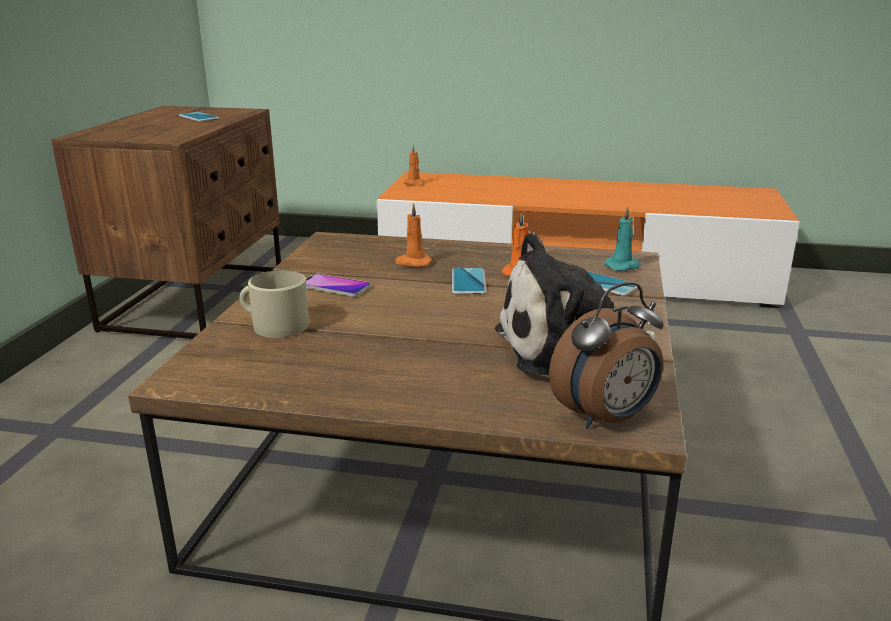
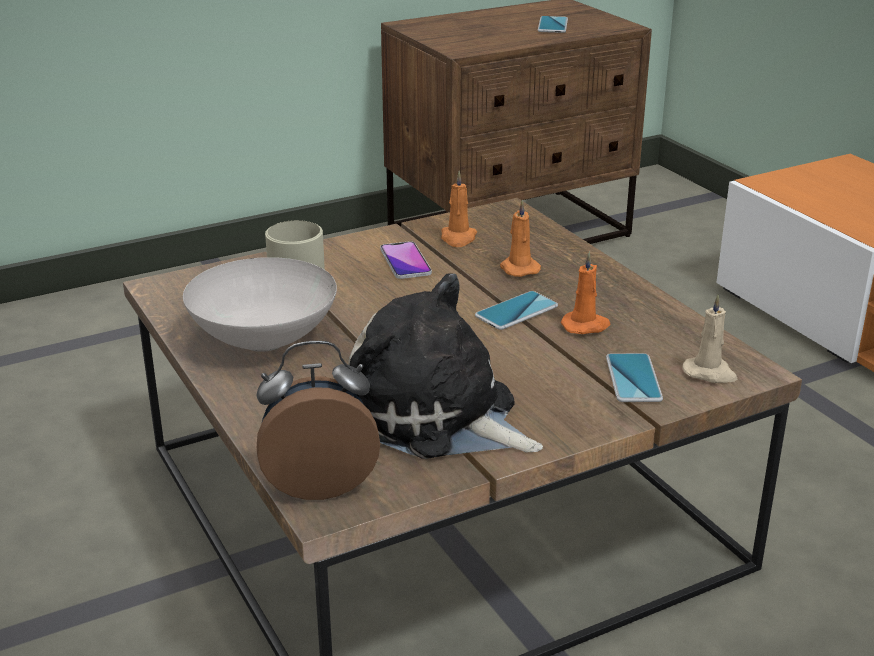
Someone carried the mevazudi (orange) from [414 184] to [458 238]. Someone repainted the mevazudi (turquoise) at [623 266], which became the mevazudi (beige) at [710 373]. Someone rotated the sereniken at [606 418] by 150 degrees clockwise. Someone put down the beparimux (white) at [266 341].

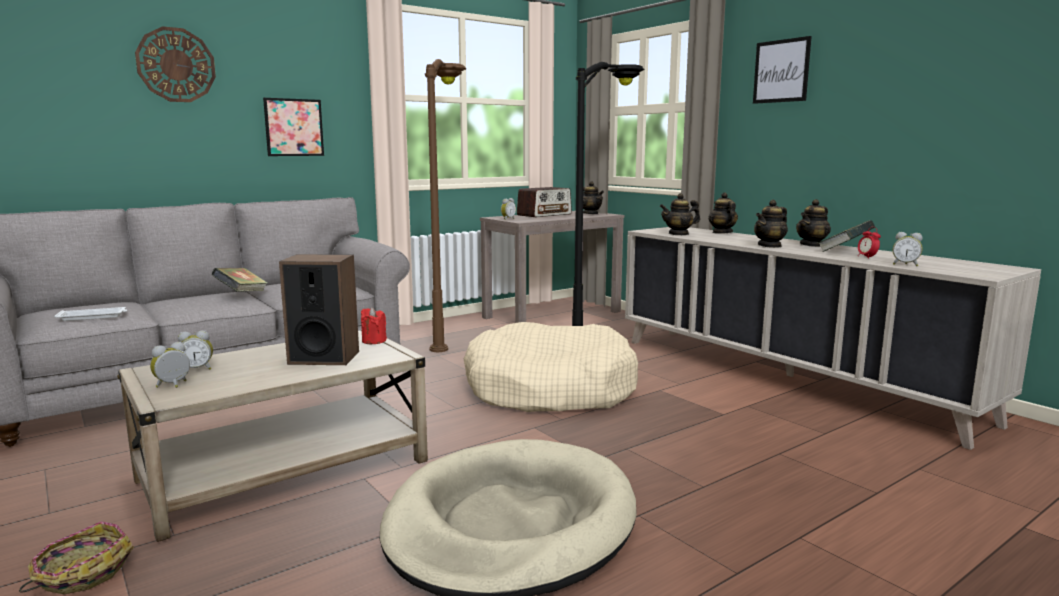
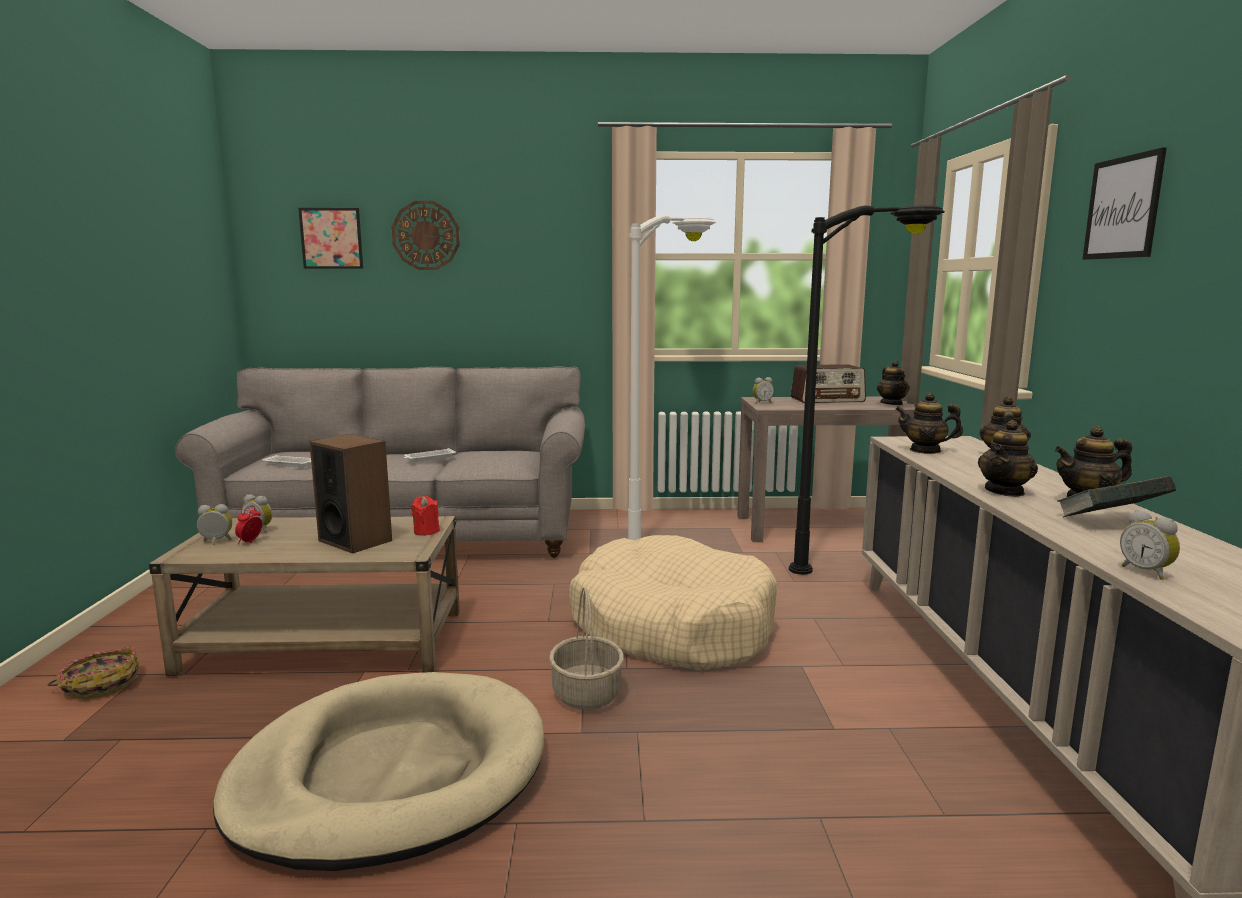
Someone repainted the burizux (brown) at [450 334], which became the burizux (white) at [673 530]. Someone carried the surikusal from [294 127] to [331 238]. Someone rotated the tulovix at [770 246] by 45 degrees counterclockwise. Someone carried the sereniken from [867 257] to [250 542]. Someone swapped the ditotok at [241 294] for the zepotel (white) at [429 458]. Someone put down the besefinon at [586 693].

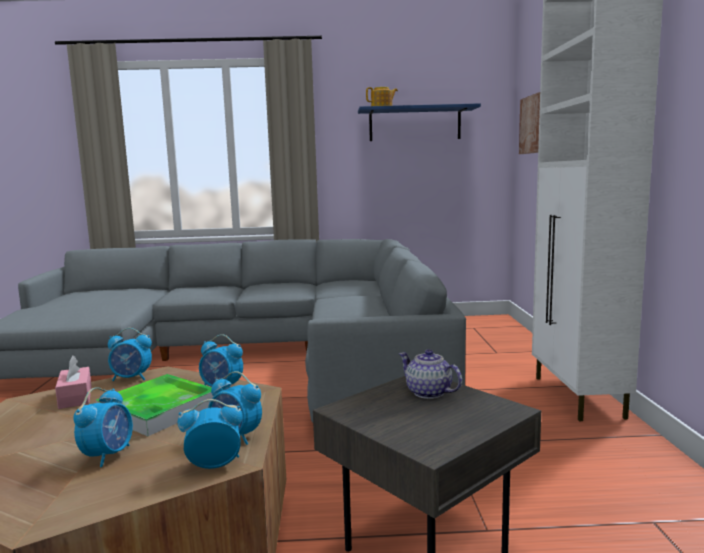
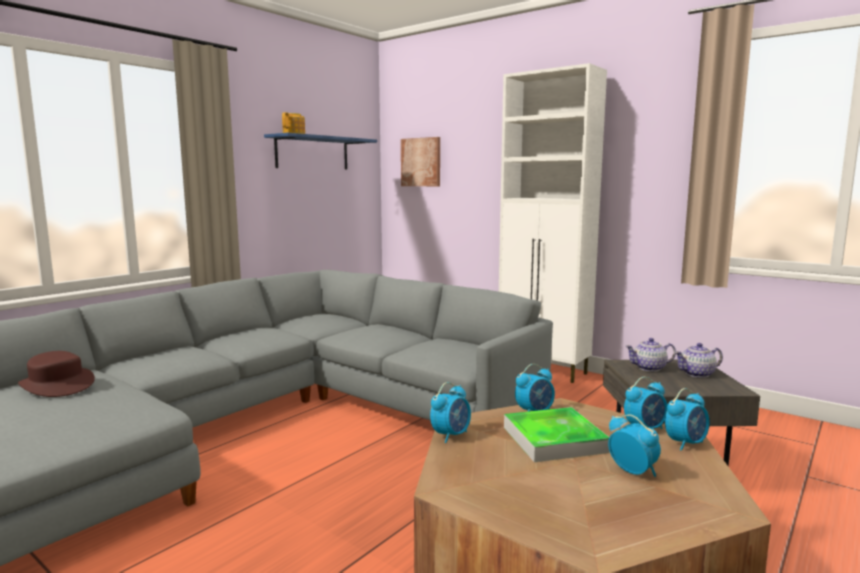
Someone took away the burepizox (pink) at [75 397]. Someone rotated the sereniken at [214 464] by 150 degrees counterclockwise. Someone put down the tulovix at [697 374]. Someone put down the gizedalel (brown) at [57 385].

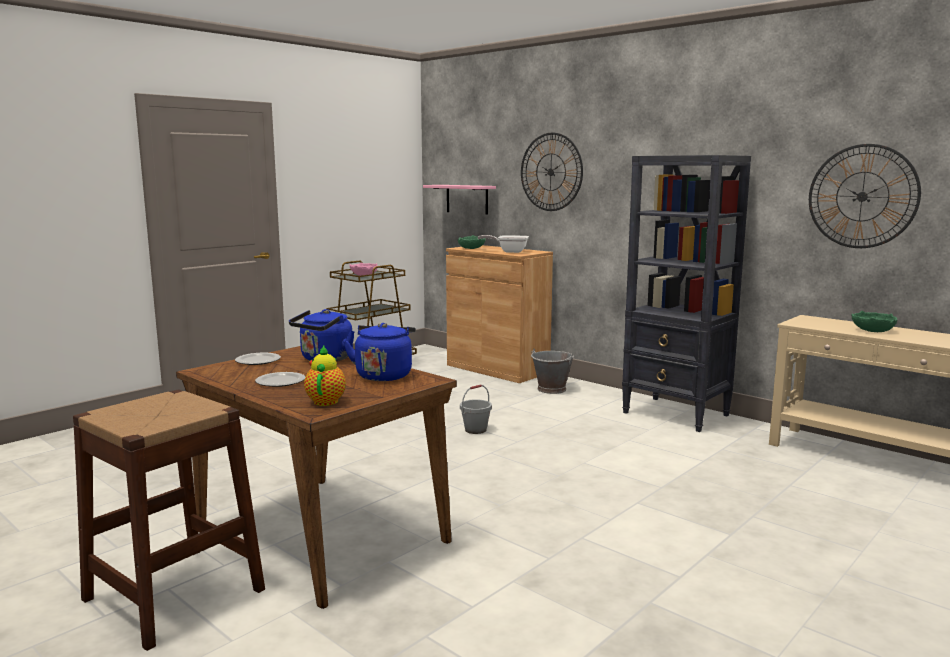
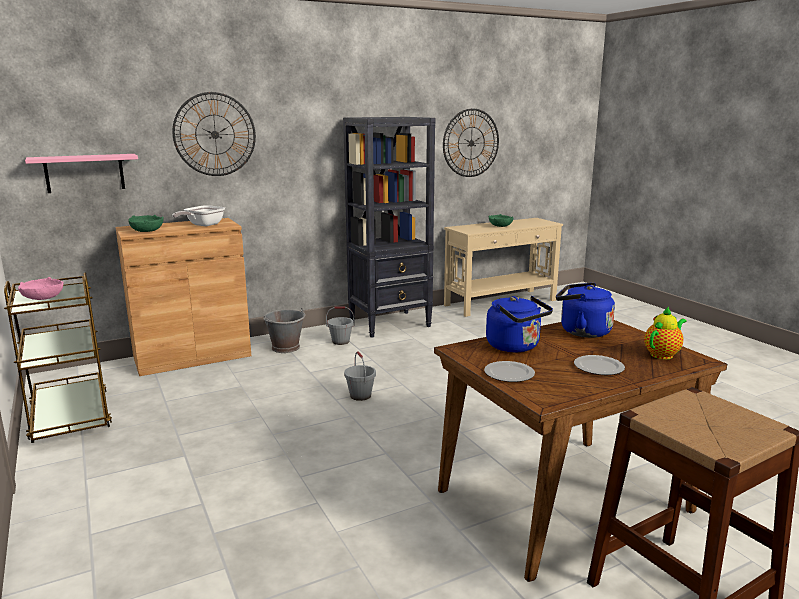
Someone rotated the tulovix at [326 401] by 120 degrees clockwise. Someone put down the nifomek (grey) at [341 341].

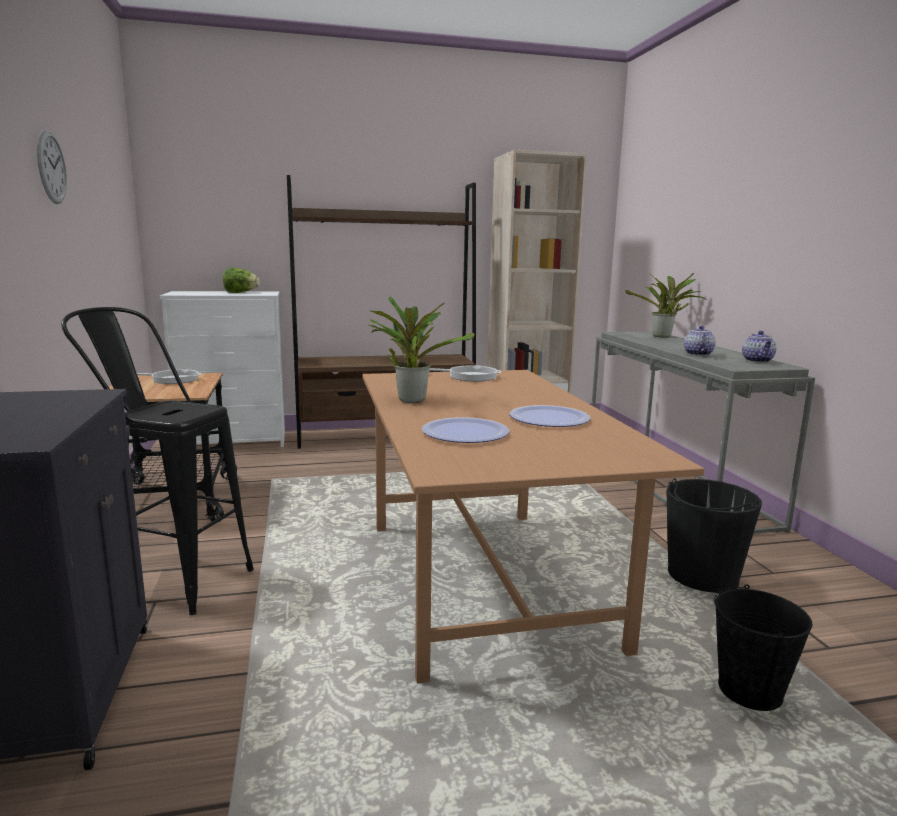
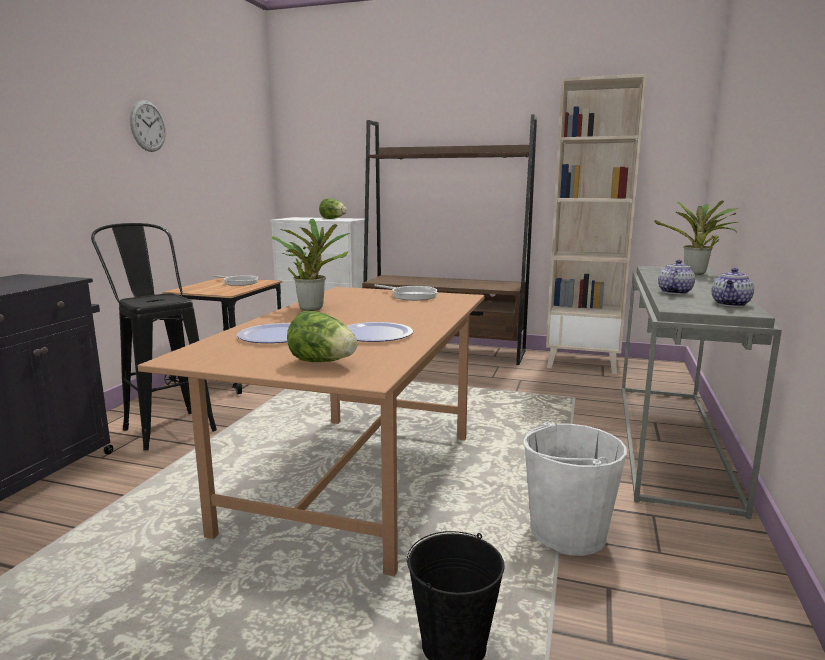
Someone repainted the nifomek (black) at [702 577], which became the nifomek (white) at [567 532]. Someone put down the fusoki at [323 362].

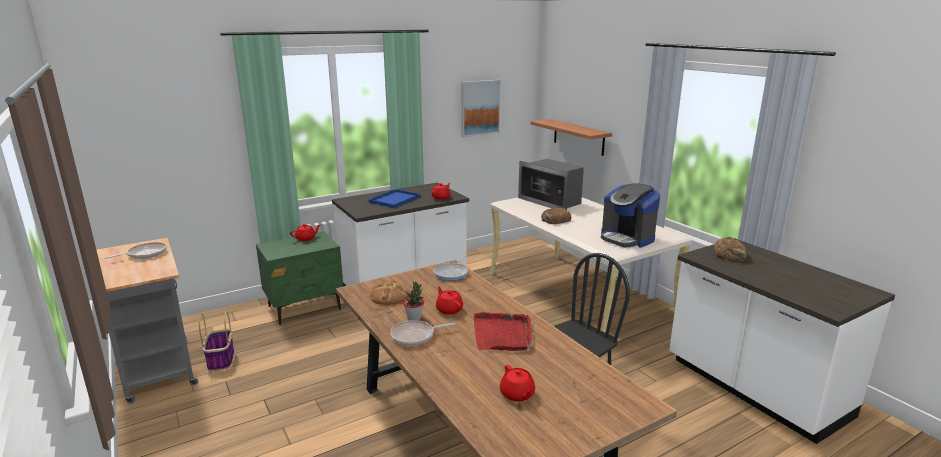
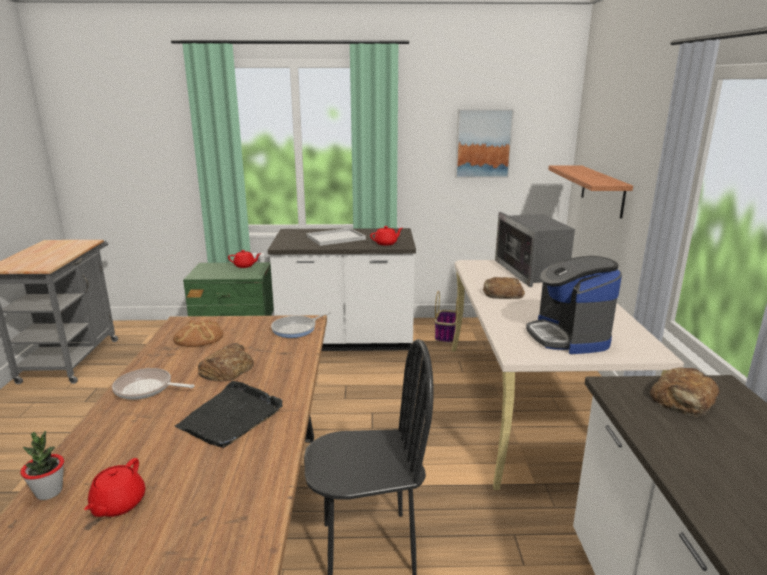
Someone repainted the zepotel (blue) at [395 199], which became the zepotel (white) at [336 237]. Someone took away the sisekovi at [145 254]. Someone carried the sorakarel from [414 318] to [49 492]. Someone swapped the tulovix (red) at [449 309] for the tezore at [227 369]. Someone carried the besefinon from [221 359] to [446 335]. Someone repainted the zepotel (red) at [502 334], which became the zepotel (black) at [231 417].

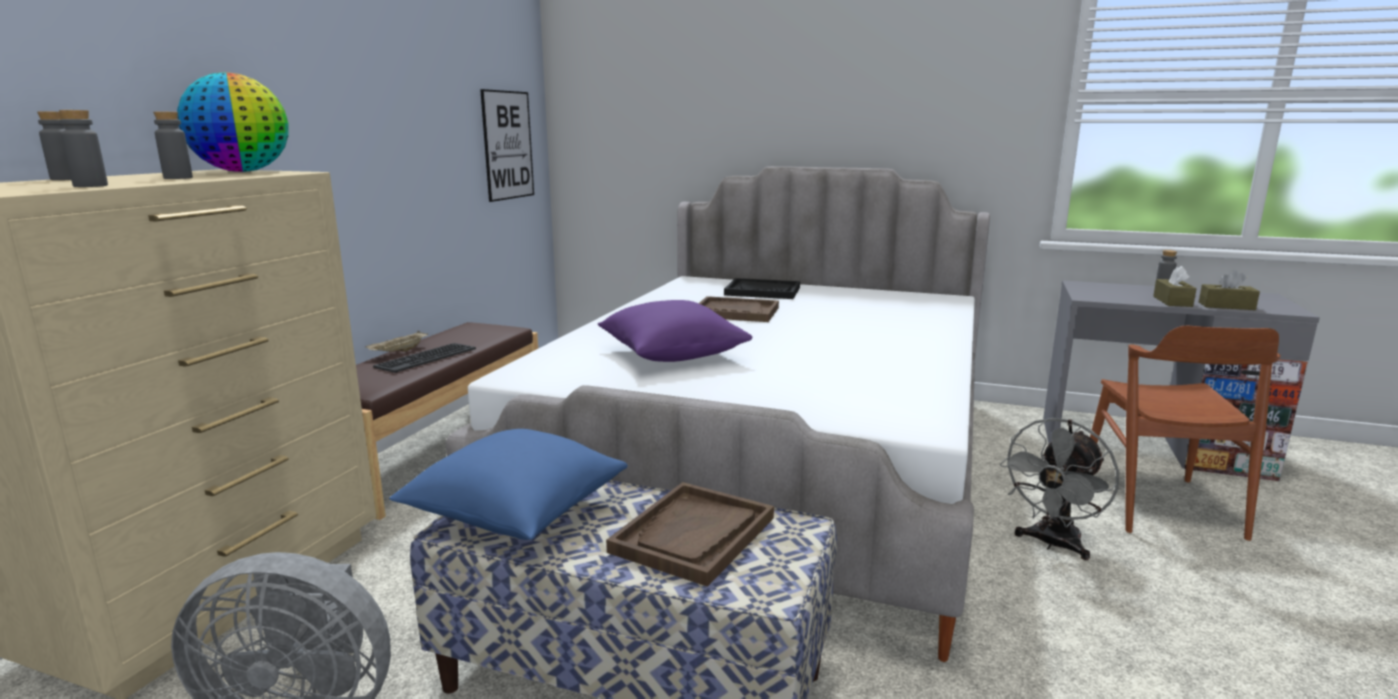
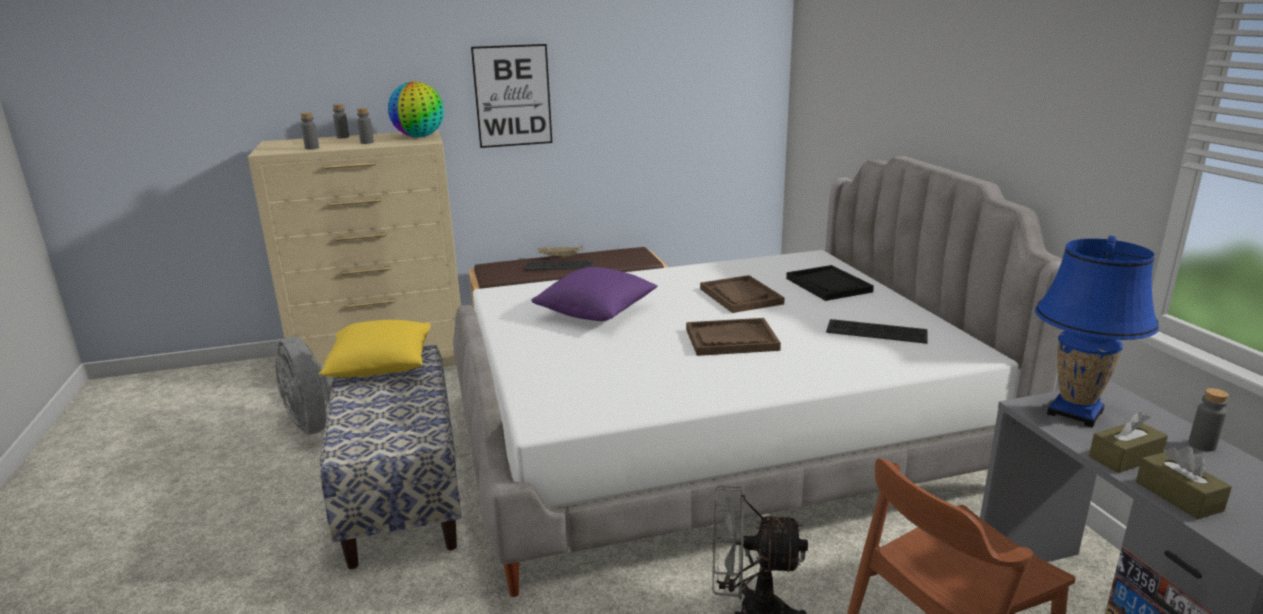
Someone carried the surikusal from [508 145] to [512 96]. Someone repainted the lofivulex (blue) at [516 513], which became the lofivulex (yellow) at [380 367]. Someone carried the zepotel (brown) from [693 535] to [731 339]. Someone put down the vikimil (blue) at [1075 412]. Someone put down the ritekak at [876 332].

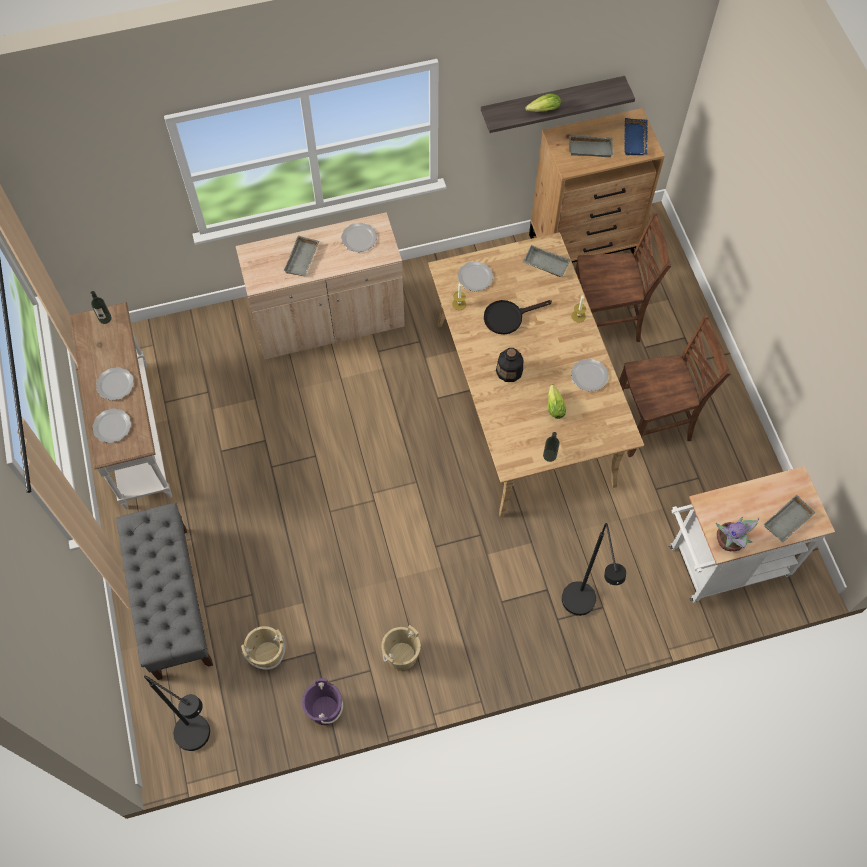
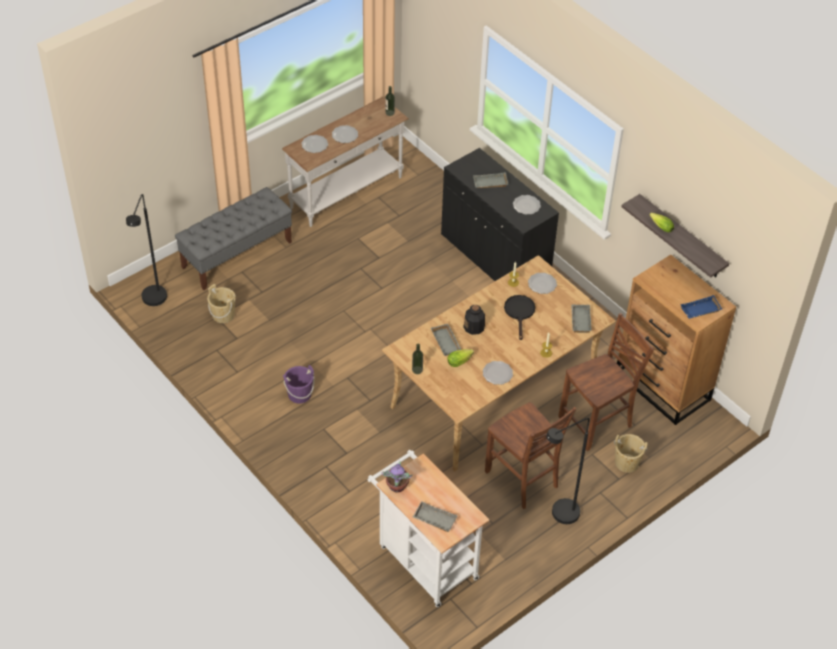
Someone carried the zepotel (grey) from [590 148] to [447 342]. Someone repainted the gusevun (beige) at [329 321], which became the gusevun (black) at [494 258]. Someone rotated the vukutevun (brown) at [605 324] by 90 degrees counterclockwise. Someone rotated the sisekovi (black) at [508 317] by 45 degrees clockwise. Someone carried the burizux (black) from [581 608] to [559 517]. Someone carried the nifomek (beige) from [401 655] to [626 463]. Someone carried the nifomek (purple) from [325 709] to [299 394].

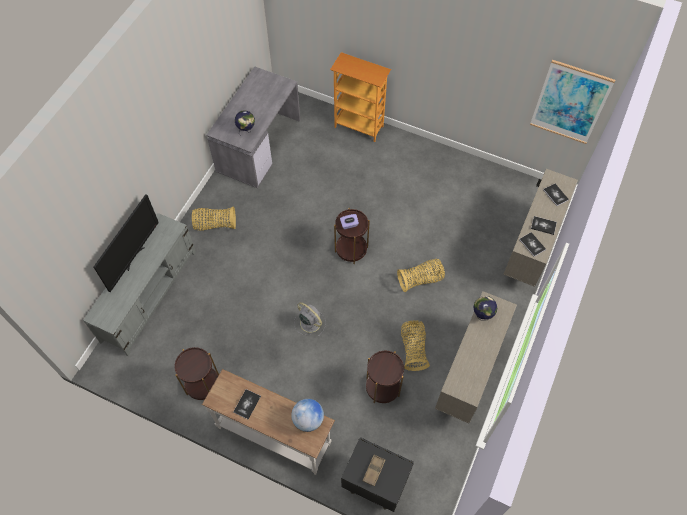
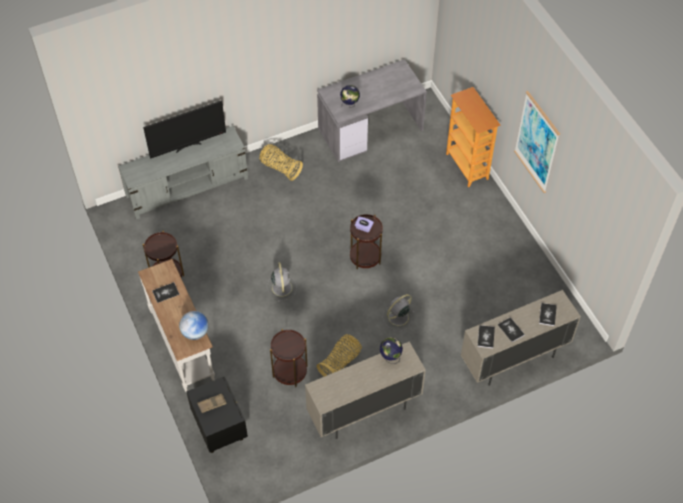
Someone carried the surikusal from [570 102] to [537 142]. Someone swapped the besefinon at [420 280] for the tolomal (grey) at [397 317].

